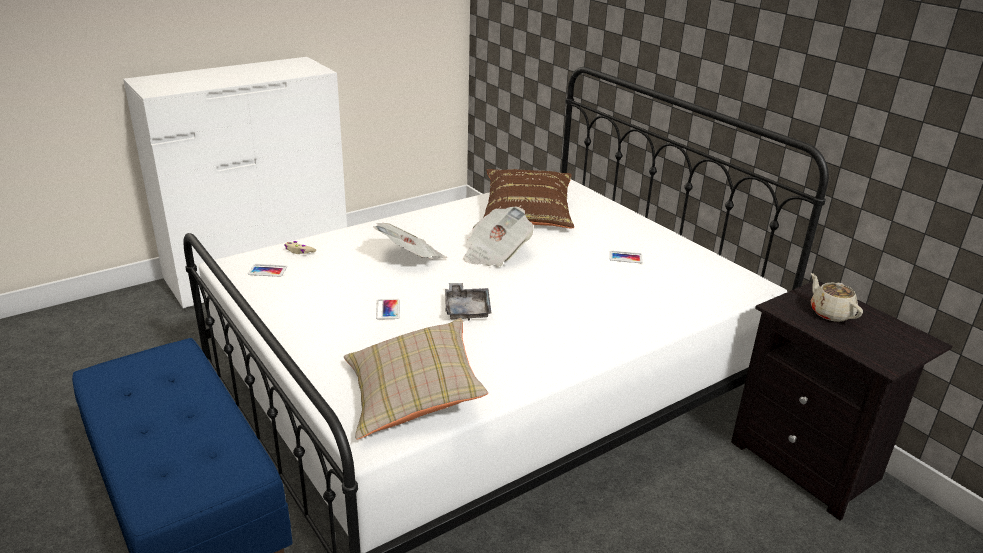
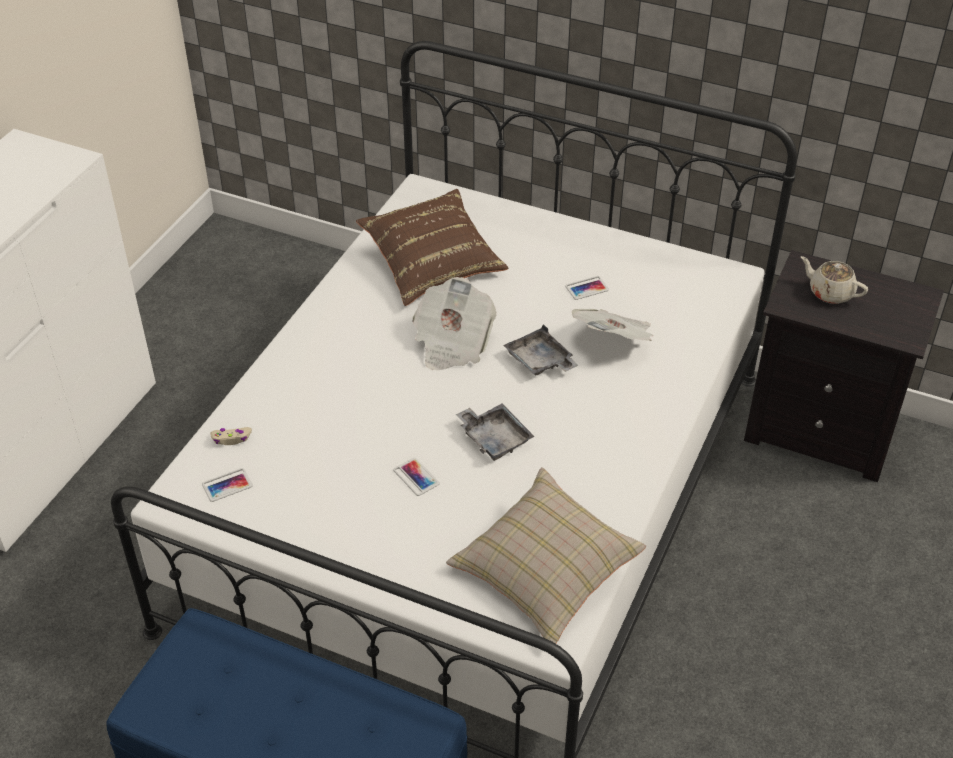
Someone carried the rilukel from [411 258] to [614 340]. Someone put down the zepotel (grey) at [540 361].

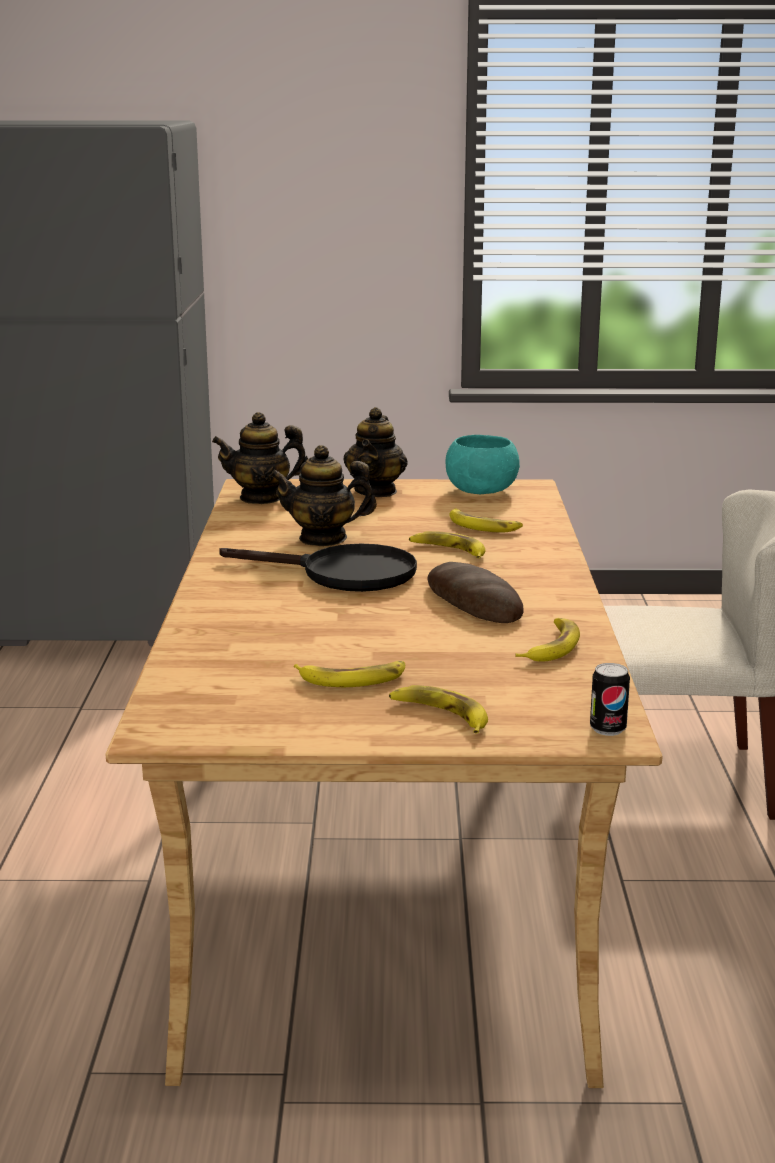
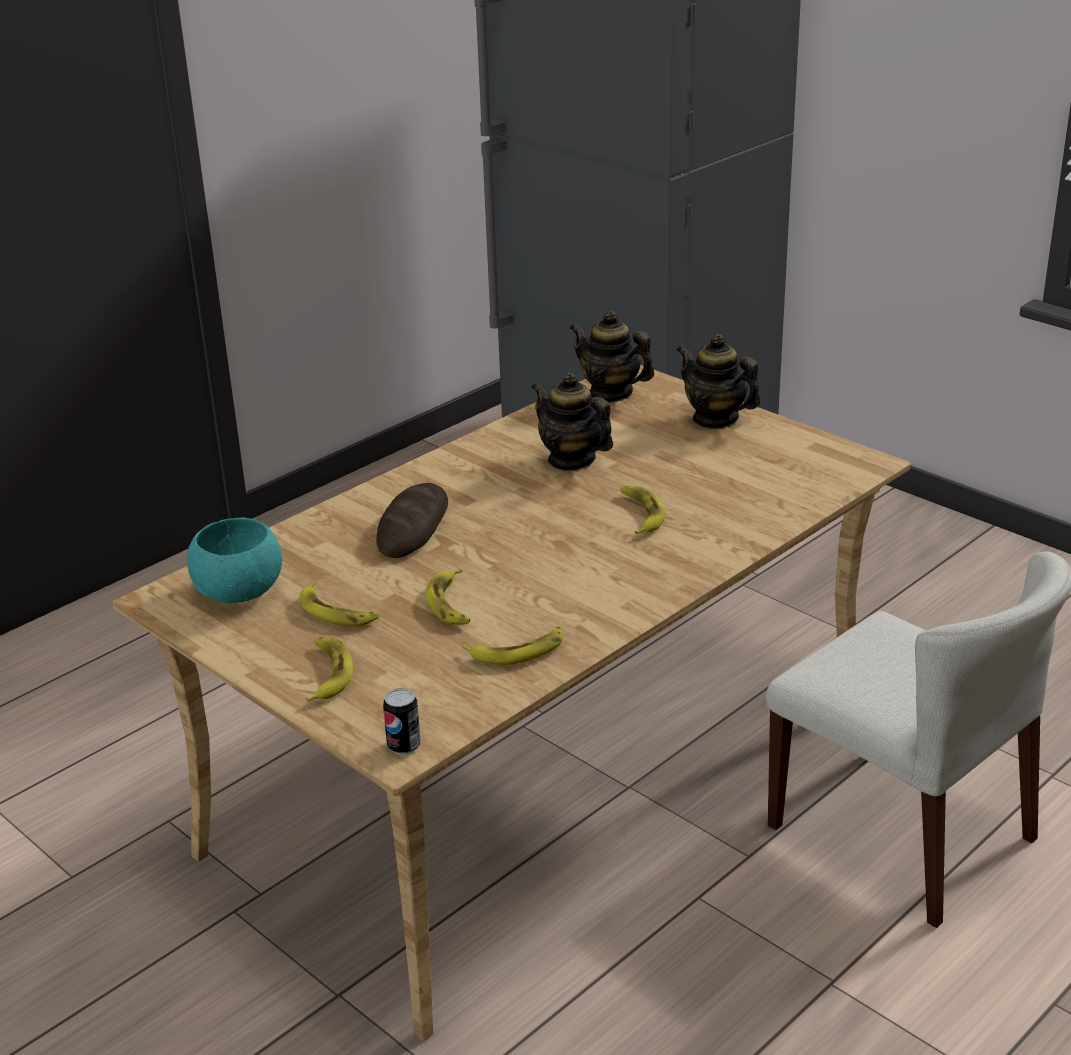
Someone rotated the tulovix at [376 491] by 75 degrees clockwise. Someone carried the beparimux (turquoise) from [481 491] to [238 592]. Someone carried the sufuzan from [483 526] to [451 604]. Someone took away the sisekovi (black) at [343 574]. Someone carried the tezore from [474 602] to [413 527].

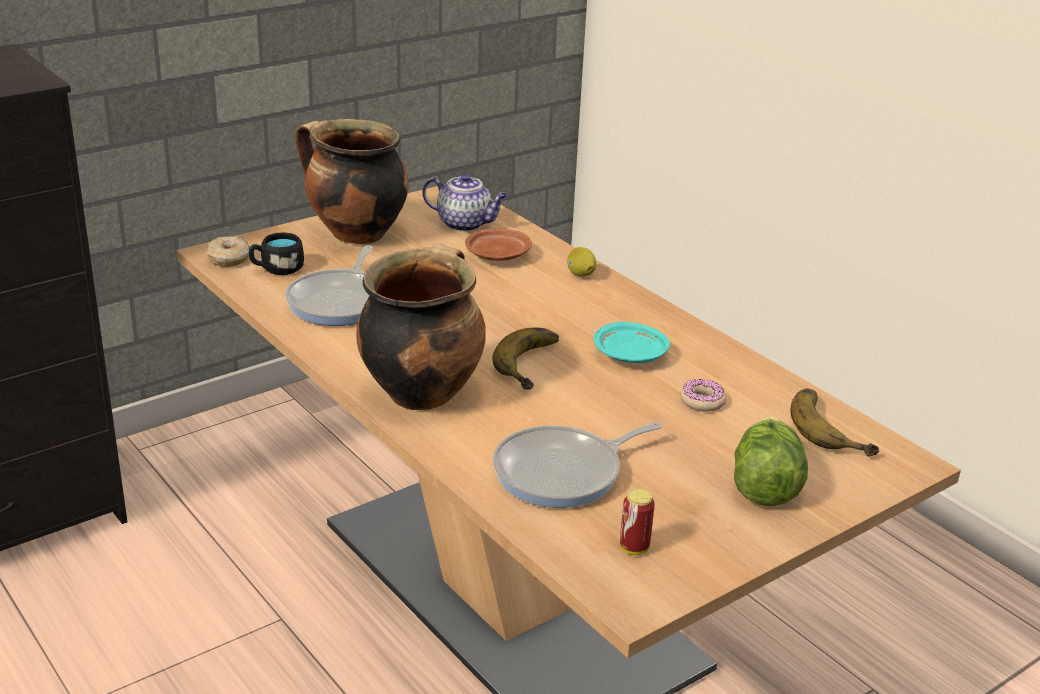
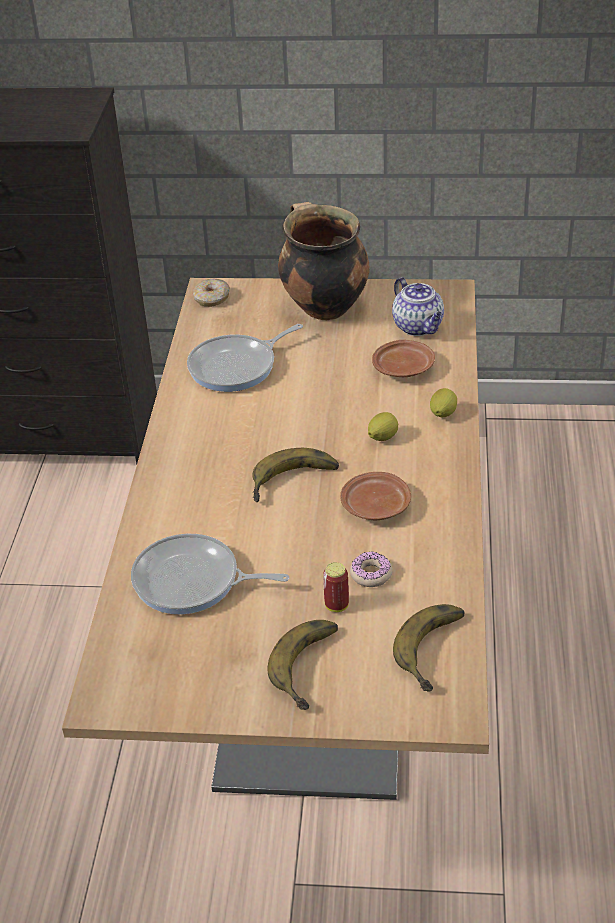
Someone took away the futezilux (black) at [277 269]. Someone took away the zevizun at [421 391]. Someone repainted the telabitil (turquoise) at [630 355], which became the telabitil (brown) at [375 507]. Someone swapped the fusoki at [764 484] for the sufuzan at [314 667]. Someone carried the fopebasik from [634 548] to [336 606]. Someone put down the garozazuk at [382 437].

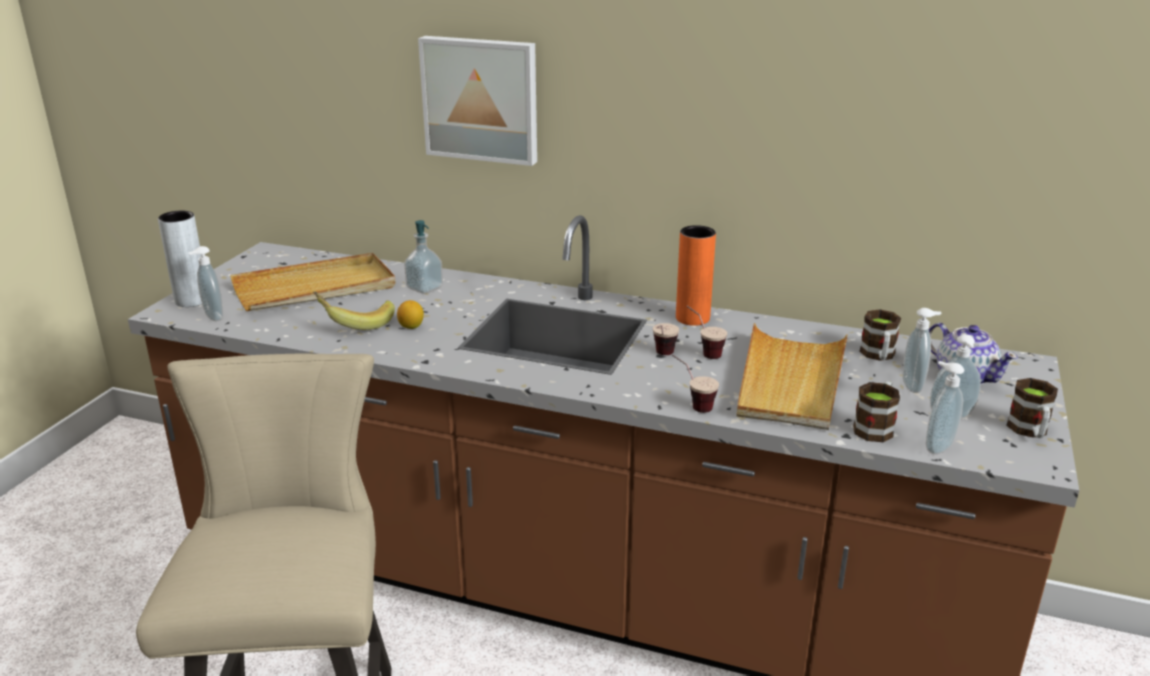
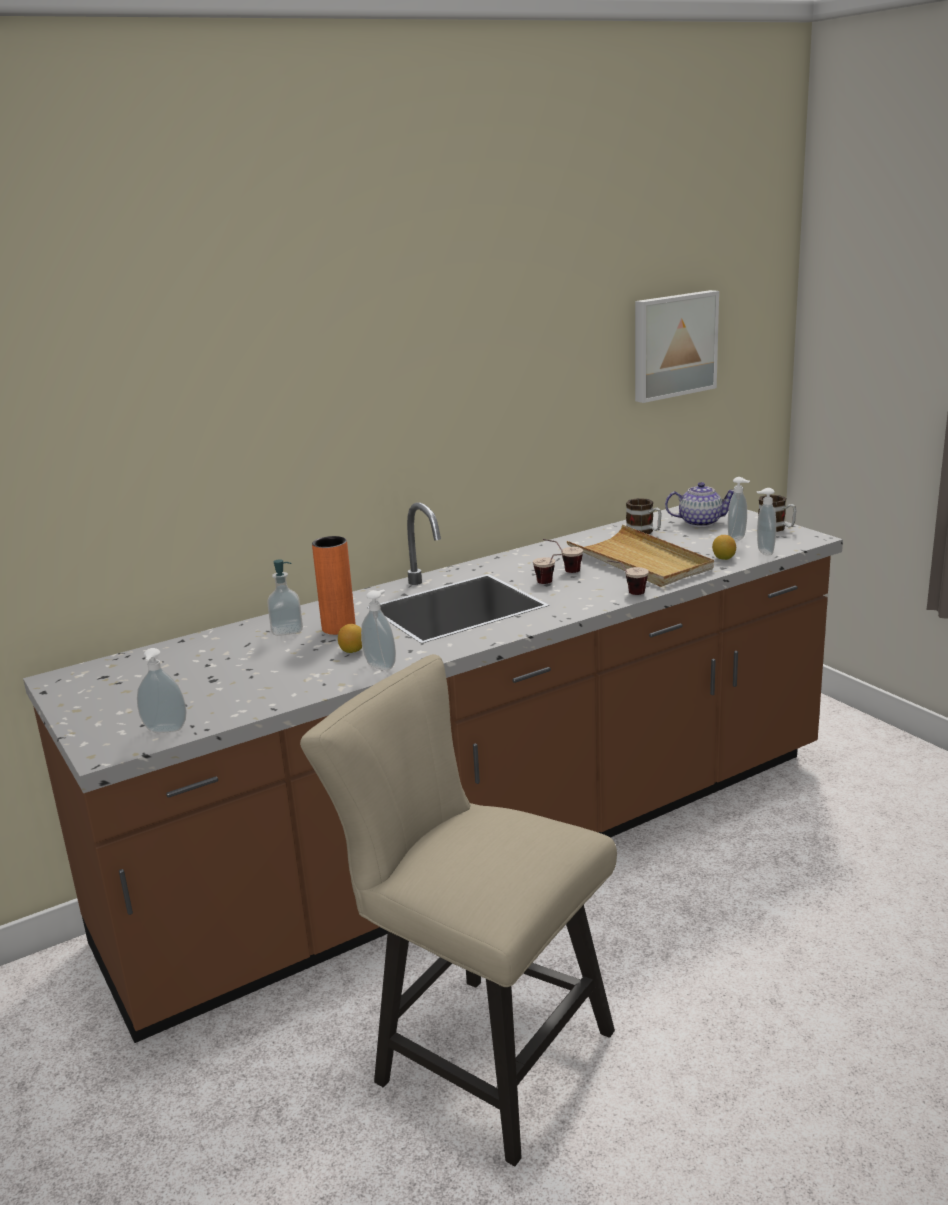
Someone carried the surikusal from [481 99] to [673 345]. Someone took away the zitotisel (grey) at [192 300]. Someone carried the zitotisel (orange) from [692 318] to [338 628]. Someone took away the zepotel (beige) at [315 288]. Someone took away the sufuzan at [356 323]. Someone carried the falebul from [914 386] to [381 665]. Someone swapped the futezilux at [875 427] for the garozazuk at [723 558].

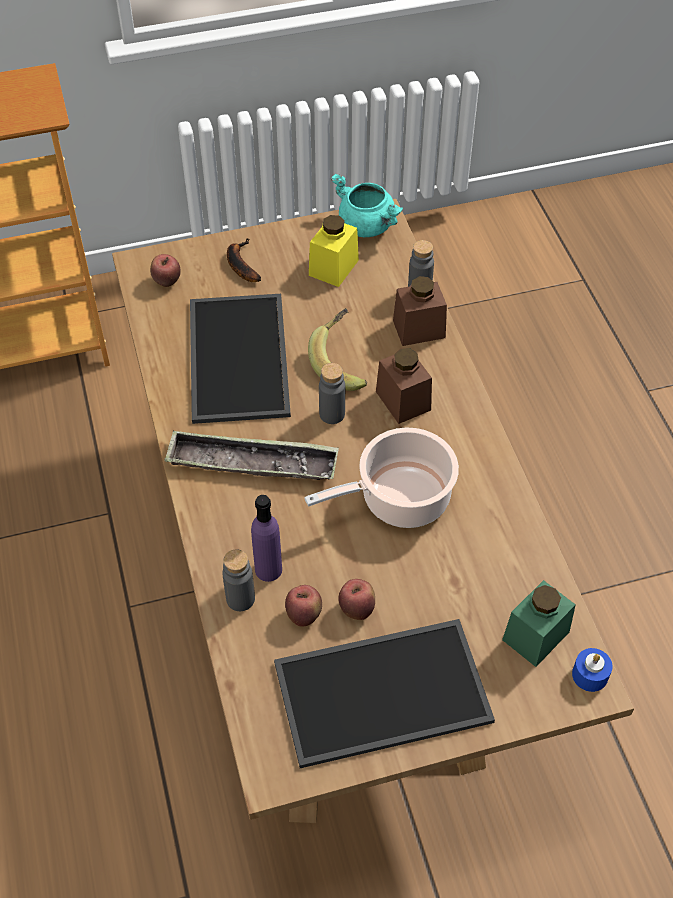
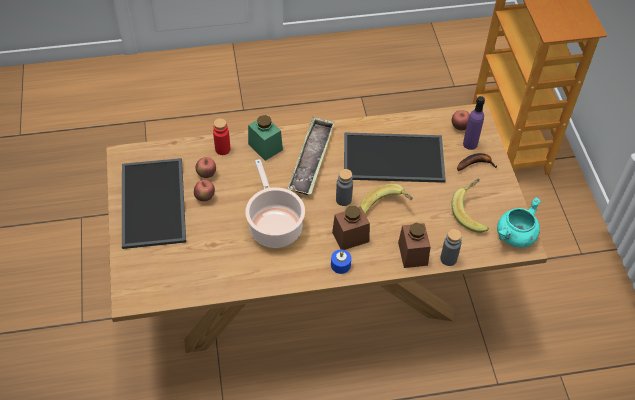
Someone swapped the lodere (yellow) at [333 267] for the sufuzan at [472 212]. Someone carried the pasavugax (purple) from [268 569] to [470 144]. Someone repainted the pasavugax (grey) at [240 599], which became the pasavugax (red) at [222 149]. Someone carried the lodere (green) from [535 636] to [265 147]. Someone carried the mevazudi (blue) from [590 675] to [340 265].

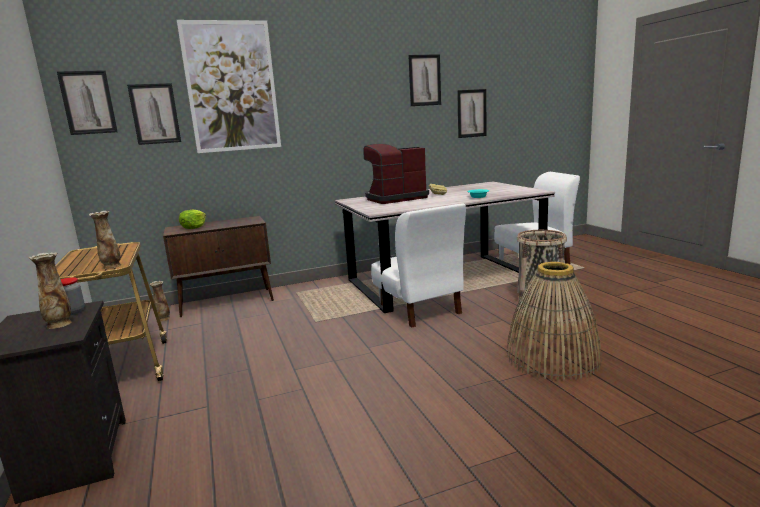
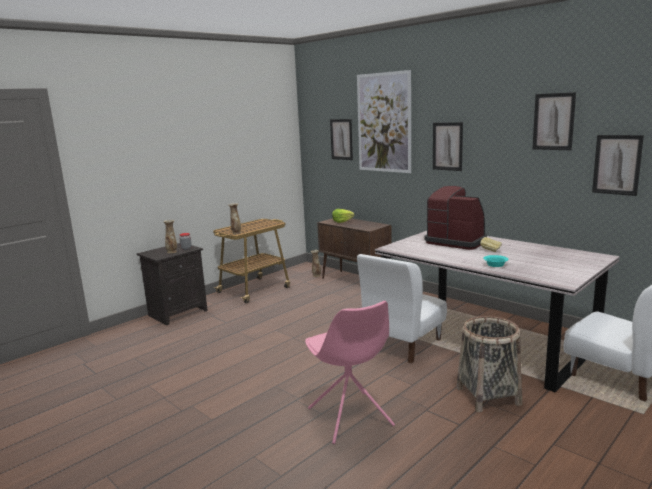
Someone carried the surikusal from [88 102] to [447 146]. Someone swapped the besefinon at [552 357] for the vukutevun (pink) at [350 418].

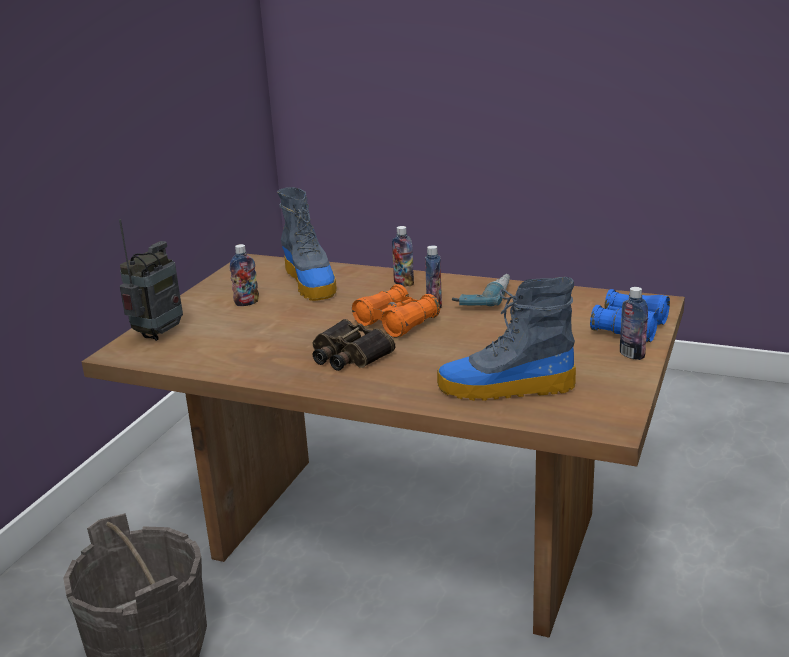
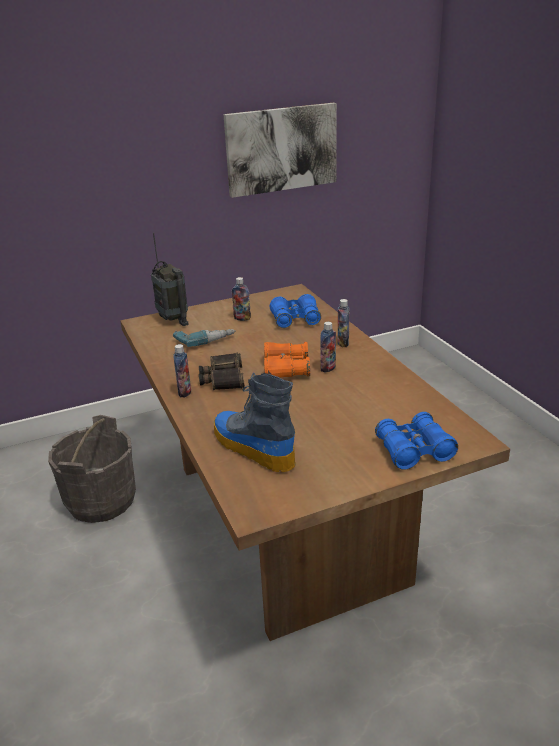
Someone swapped the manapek at [310 283] for the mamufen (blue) at [295 320]. Someone rotated the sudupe at [159 334] by 75 degrees clockwise. Someone carried the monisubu from [483 297] to [204 339]. Someone carried the pasavugax from [632 355] to [184 392]. Someone put up the surikusal at [281 149].

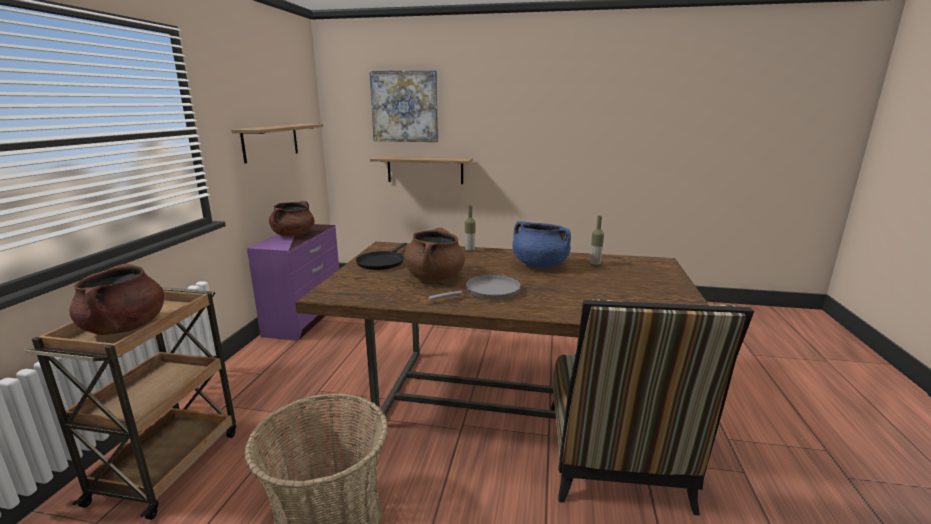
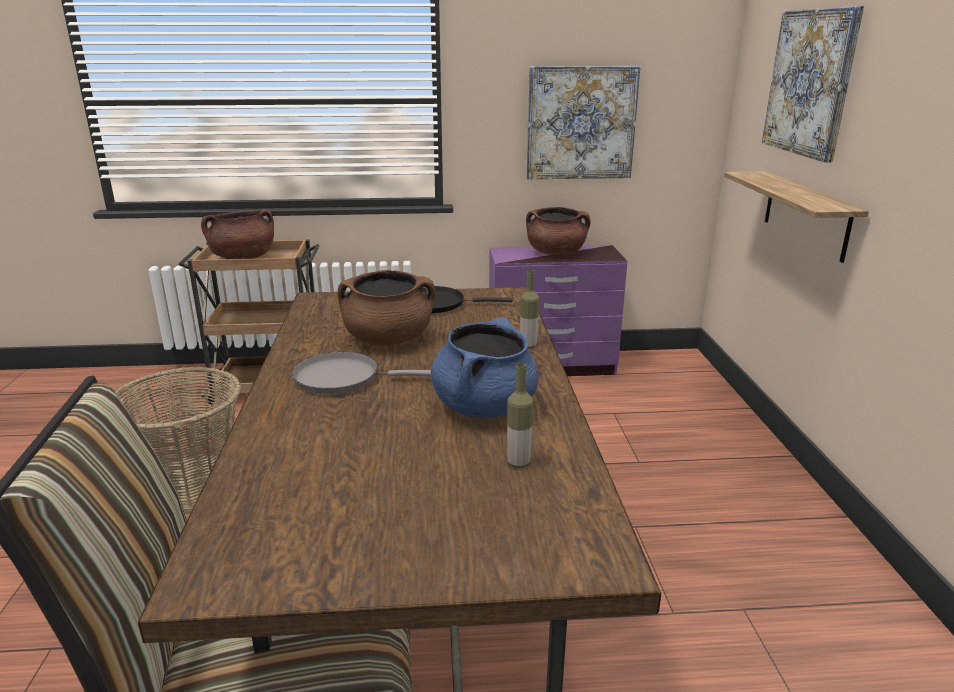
Someone swapped the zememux at [271 142] for the surikusal at [581 123]. Someone rotated the sisekovi (grey) at [489 291] by 135 degrees clockwise.

